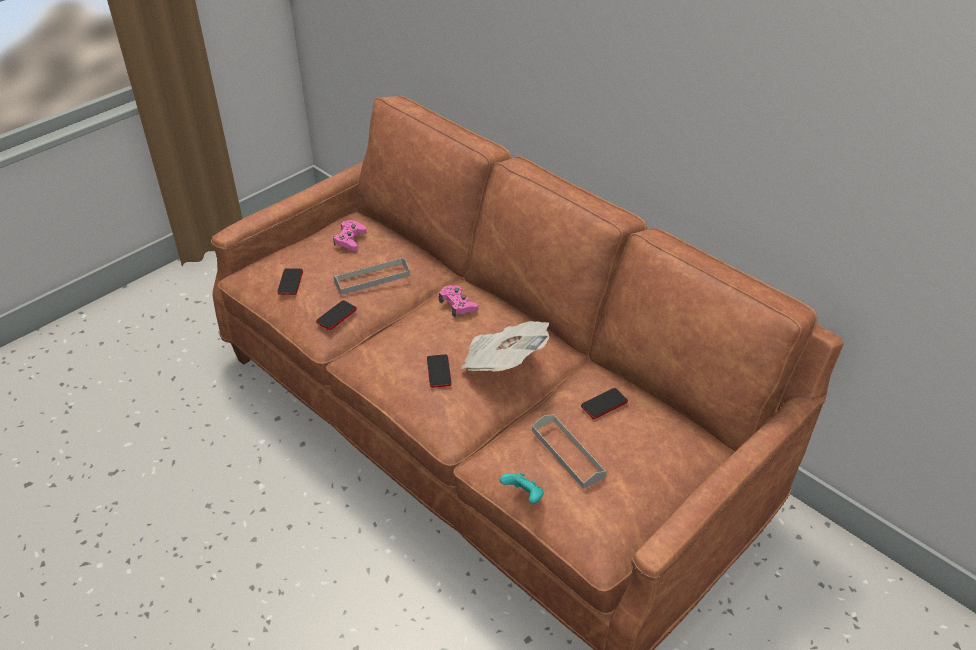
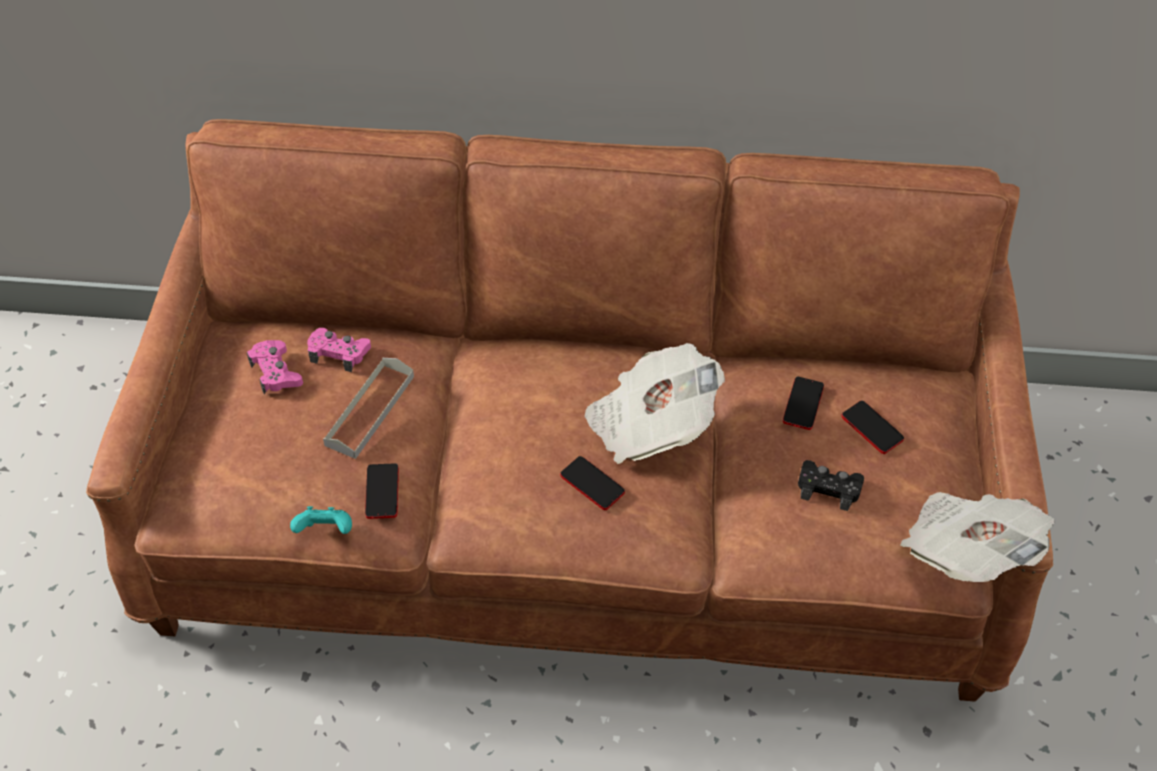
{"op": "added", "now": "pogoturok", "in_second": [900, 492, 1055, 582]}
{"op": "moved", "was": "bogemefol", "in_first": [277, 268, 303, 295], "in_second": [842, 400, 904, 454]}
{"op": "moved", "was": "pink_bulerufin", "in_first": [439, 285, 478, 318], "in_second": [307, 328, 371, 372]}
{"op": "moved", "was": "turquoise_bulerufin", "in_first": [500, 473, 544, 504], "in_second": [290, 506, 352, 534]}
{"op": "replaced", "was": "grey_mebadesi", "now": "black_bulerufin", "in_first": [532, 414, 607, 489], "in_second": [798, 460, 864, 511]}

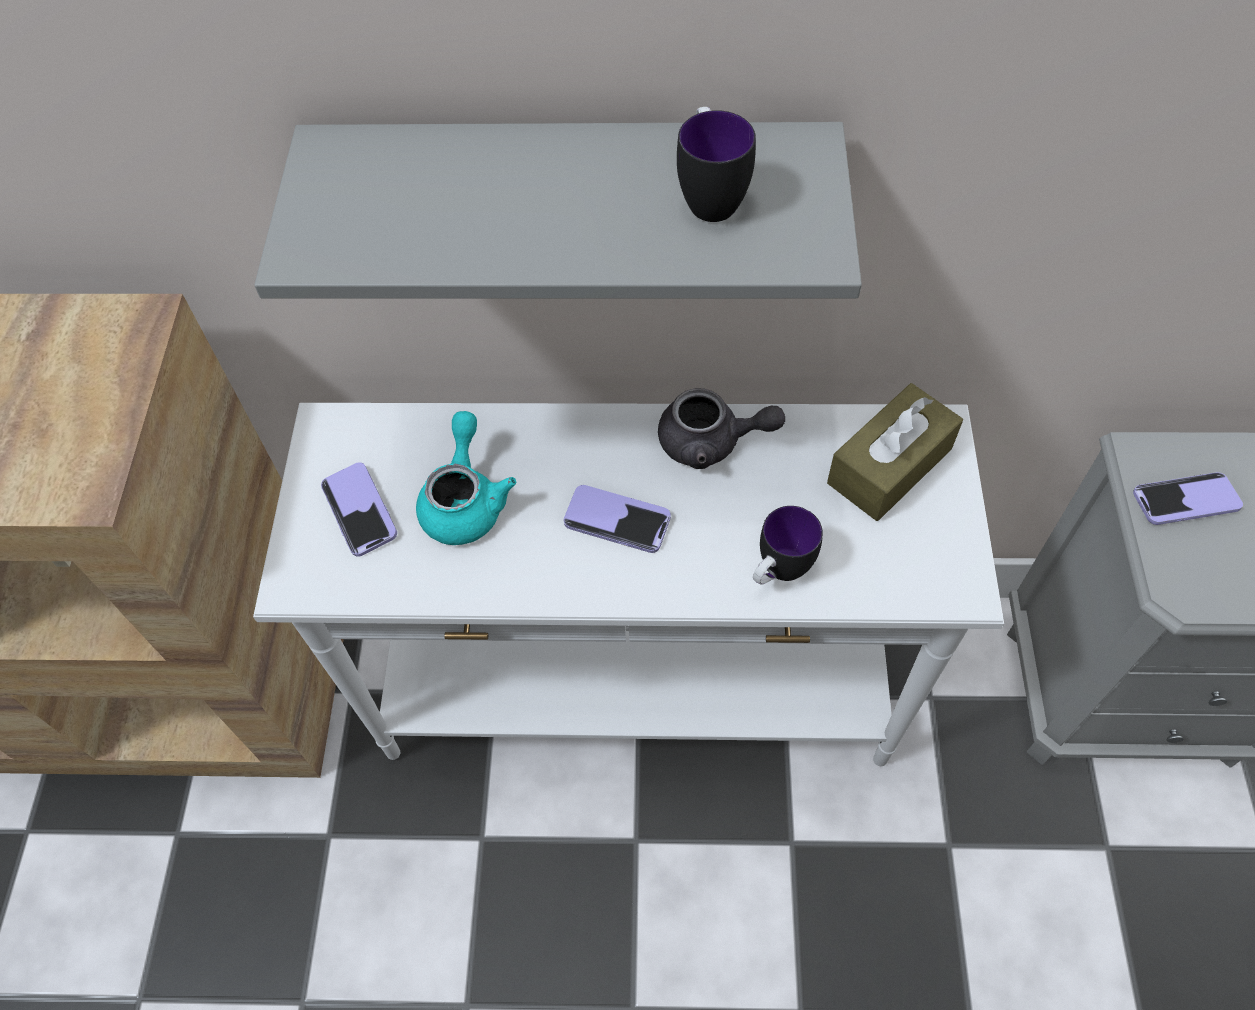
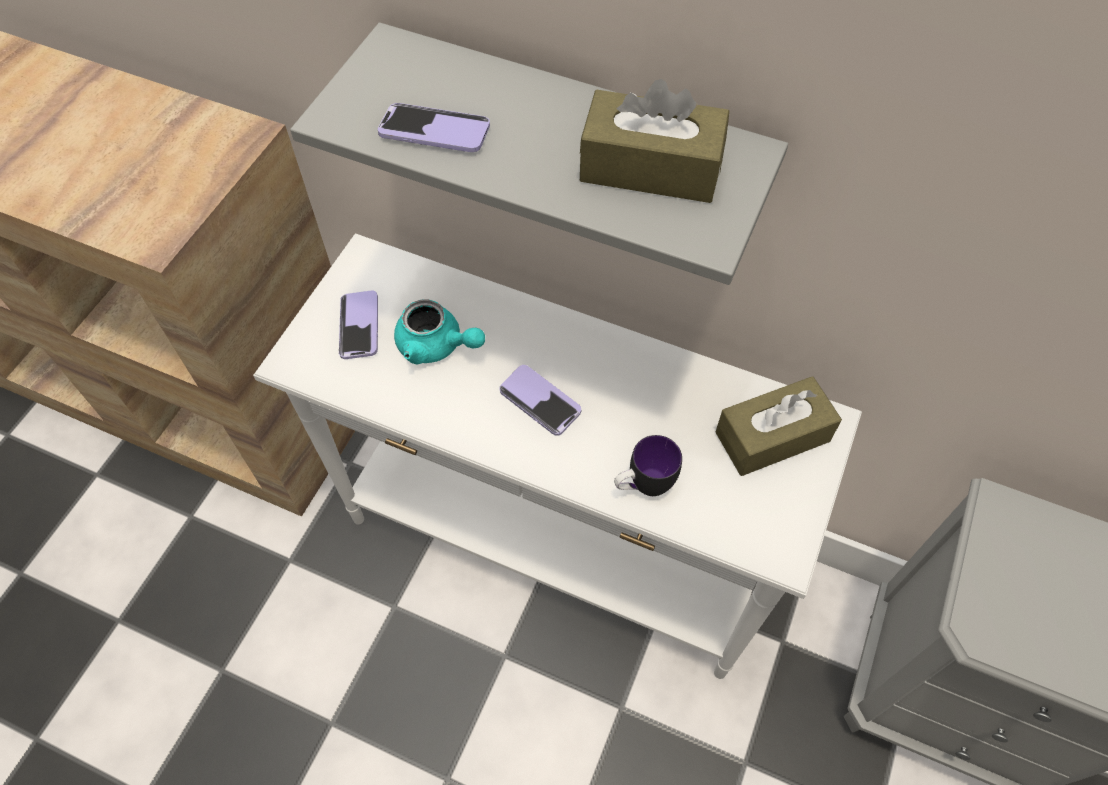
{"op": "removed", "was": "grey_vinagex", "in_first": [658, 388, 785, 469]}
{"op": "moved", "was": "bogemefol", "in_first": [1133, 472, 1243, 525], "in_second": [378, 103, 490, 152]}
{"op": "replaced", "was": "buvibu", "now": "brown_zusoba", "in_first": [677, 107, 756, 222], "in_second": [580, 79, 730, 203]}
{"op": "turned", "was": "turquoise_vinagex", "in_first": [416, 411, 516, 545], "in_second": [394, 300, 485, 365], "clockwise": 90}

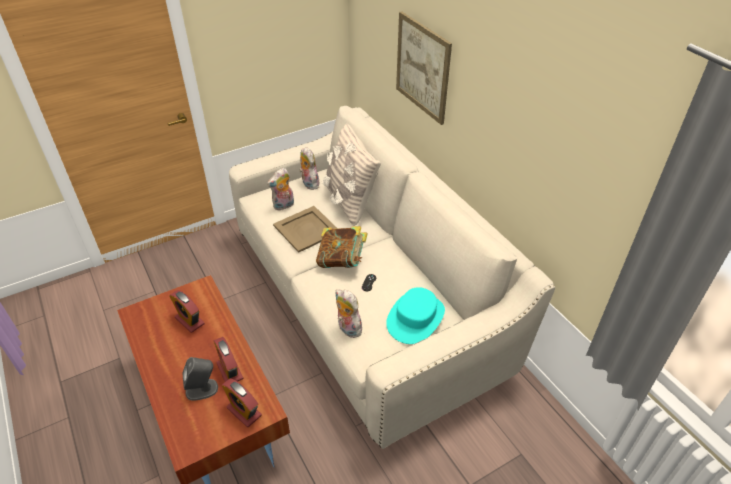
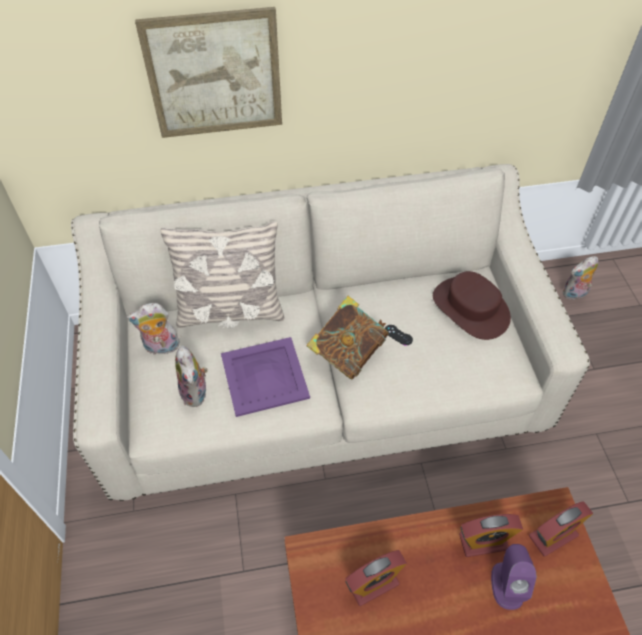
{"op": "moved", "was": "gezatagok", "in_first": [336, 289, 362, 338], "in_second": [563, 256, 598, 300]}
{"op": "recoloured", "was": "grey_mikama", "now": "purple_mikama", "in_first": [182, 357, 218, 401], "in_second": [491, 544, 537, 610]}
{"op": "recoloured", "was": "beige_mebadesi", "now": "purple_mebadesi", "in_first": [273, 206, 338, 253], "in_second": [221, 337, 310, 417]}
{"op": "recoloured", "was": "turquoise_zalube", "now": "brown_zalube", "in_first": [386, 287, 445, 344], "in_second": [433, 271, 511, 340]}

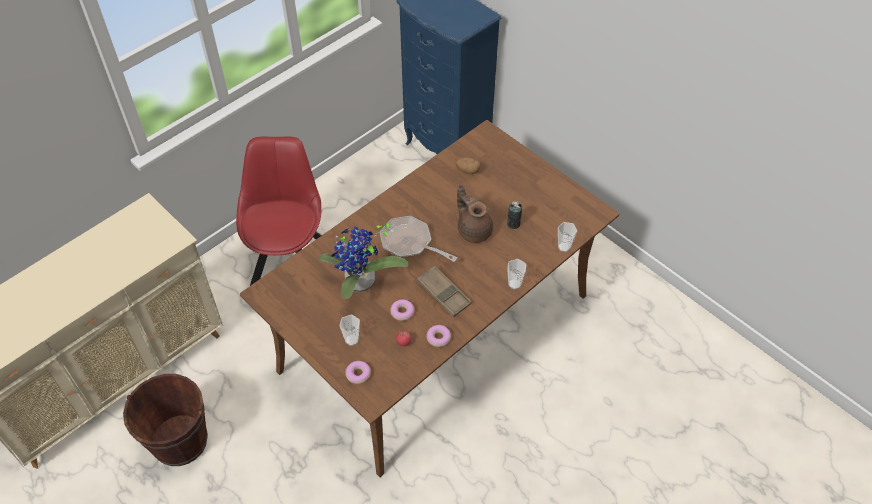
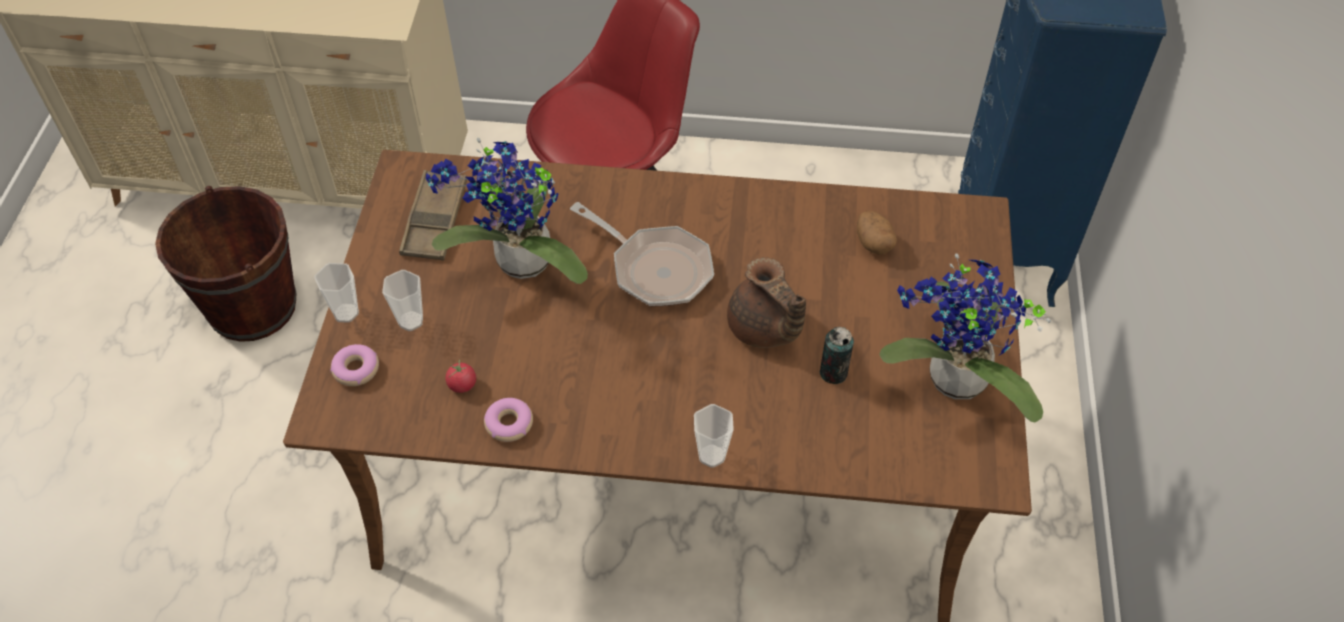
{"op": "removed", "was": "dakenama", "in_first": [390, 299, 414, 321]}
{"op": "added", "now": "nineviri", "in_second": [879, 254, 1051, 423]}
{"op": "moved", "was": "brown_mebadesi", "in_first": [417, 266, 472, 317], "in_second": [399, 170, 467, 260]}
{"op": "moved", "was": "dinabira", "in_first": [558, 222, 577, 252], "in_second": [314, 263, 359, 323]}
{"op": "turned", "was": "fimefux", "in_first": [380, 216, 458, 262], "in_second": [570, 202, 714, 307], "clockwise": 135}
{"op": "turned", "was": "brown_vinagex", "in_first": [457, 185, 493, 243], "in_second": [727, 257, 806, 348], "clockwise": 135}

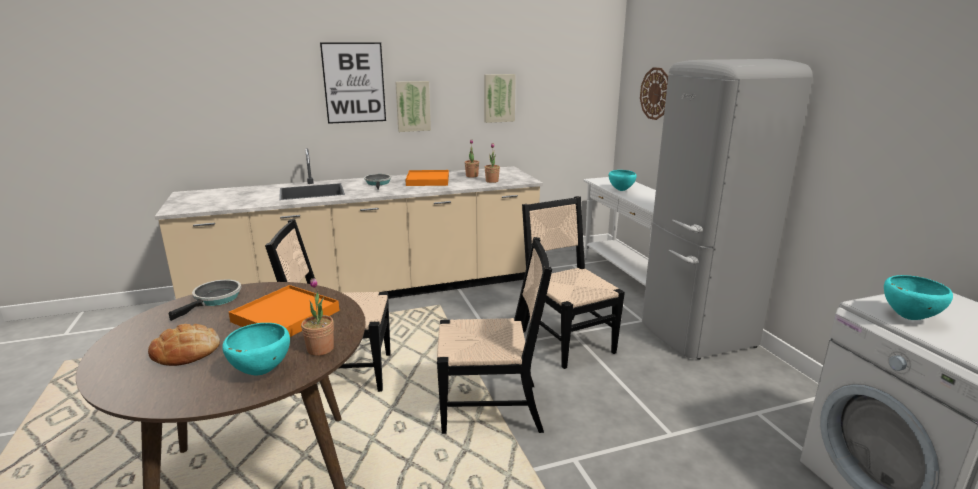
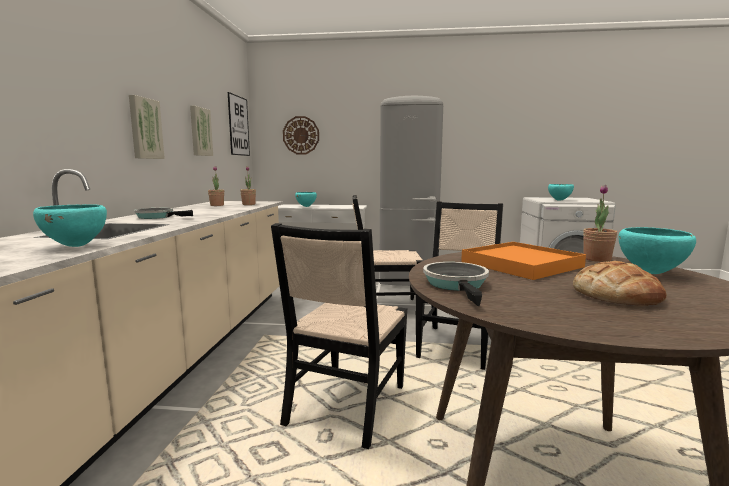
{"op": "removed", "was": "orange_mebadesi", "in_first": [406, 170, 449, 186]}
{"op": "added", "now": "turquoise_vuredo", "in_second": [33, 204, 107, 247]}
{"op": "moved", "was": "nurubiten", "in_first": [320, 42, 386, 124], "in_second": [228, 92, 250, 156]}
{"op": "turned", "was": "fimefux", "in_first": [169, 280, 241, 321], "in_second": [423, 262, 489, 306], "clockwise": 45}

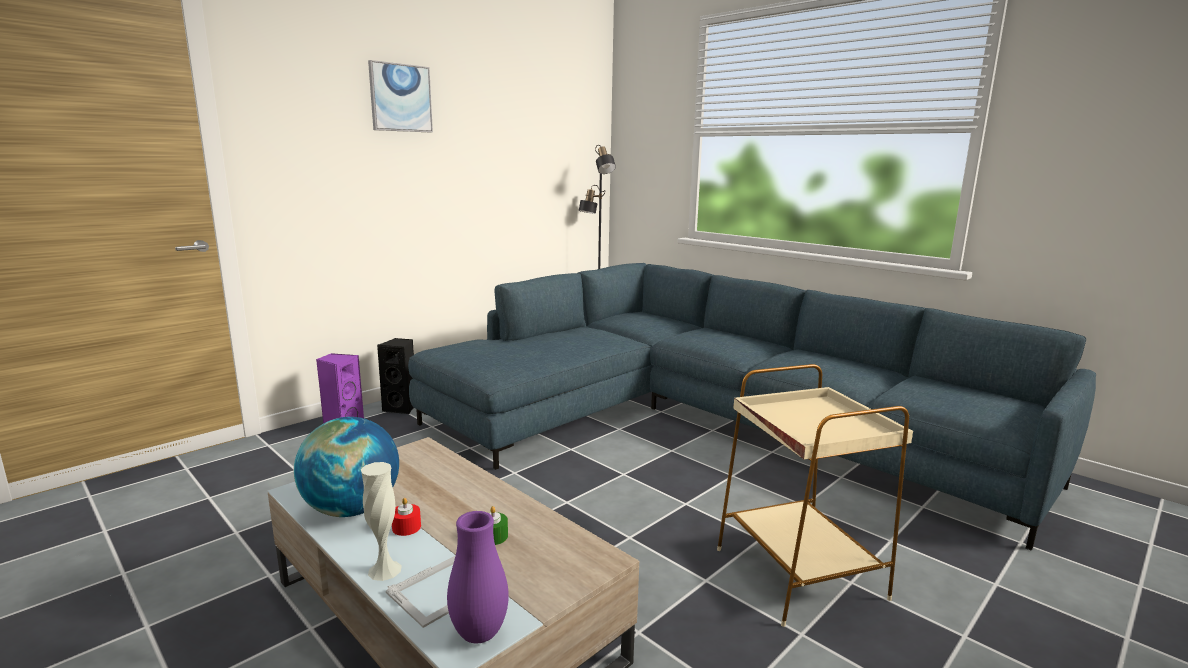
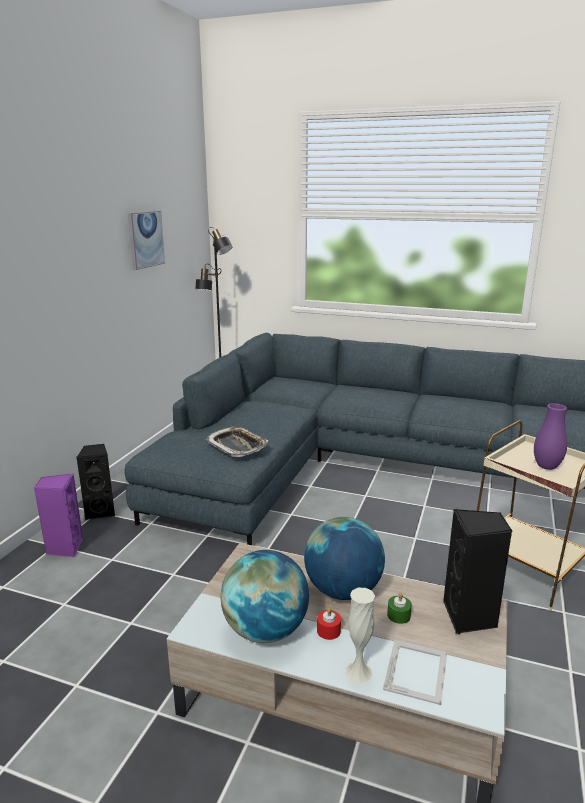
{"op": "added", "now": "mebadesi", "in_second": [206, 427, 269, 457]}
{"op": "added", "now": "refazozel", "in_second": [304, 517, 385, 600]}
{"op": "added", "now": "black_mikama", "in_second": [443, 509, 513, 634]}
{"op": "moved", "was": "nurubiten", "in_first": [368, 60, 433, 133], "in_second": [128, 211, 165, 270]}
{"op": "moved", "was": "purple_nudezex", "in_first": [447, 511, 509, 643], "in_second": [534, 403, 567, 470]}

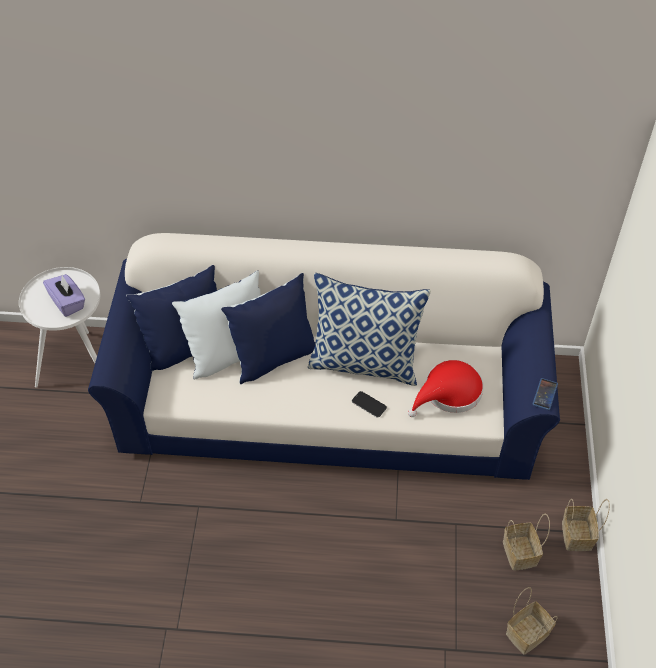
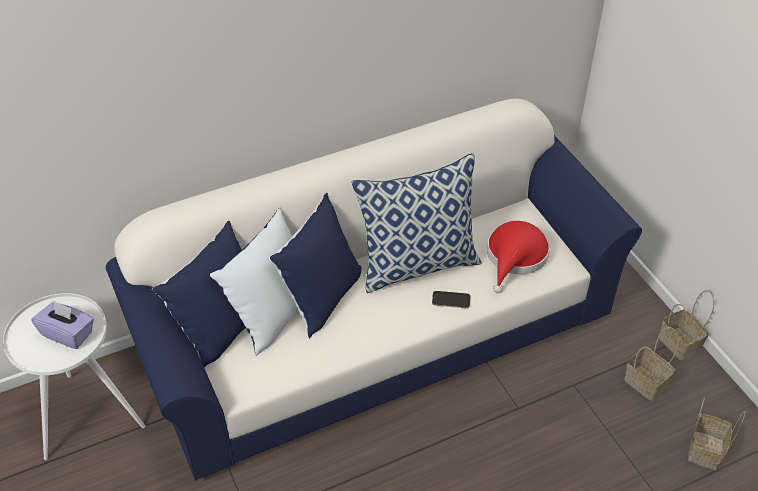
{"op": "removed", "was": "bogemefol", "in_first": [532, 378, 558, 410]}

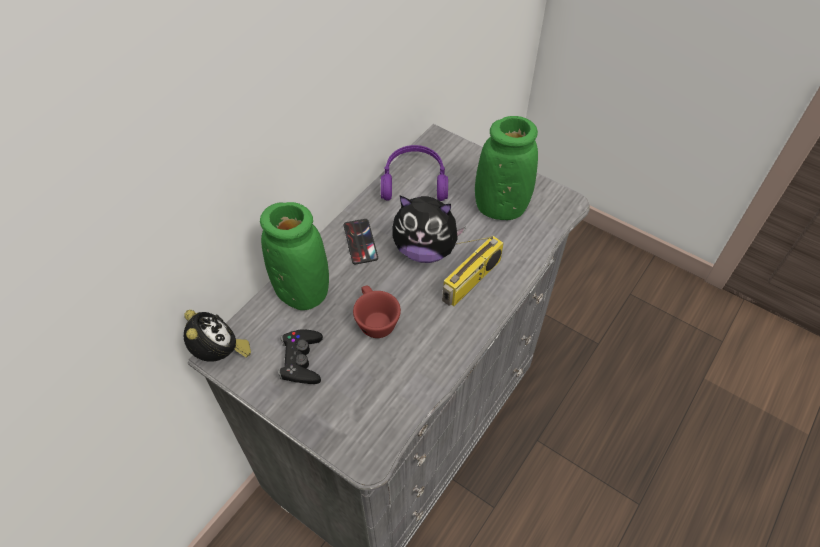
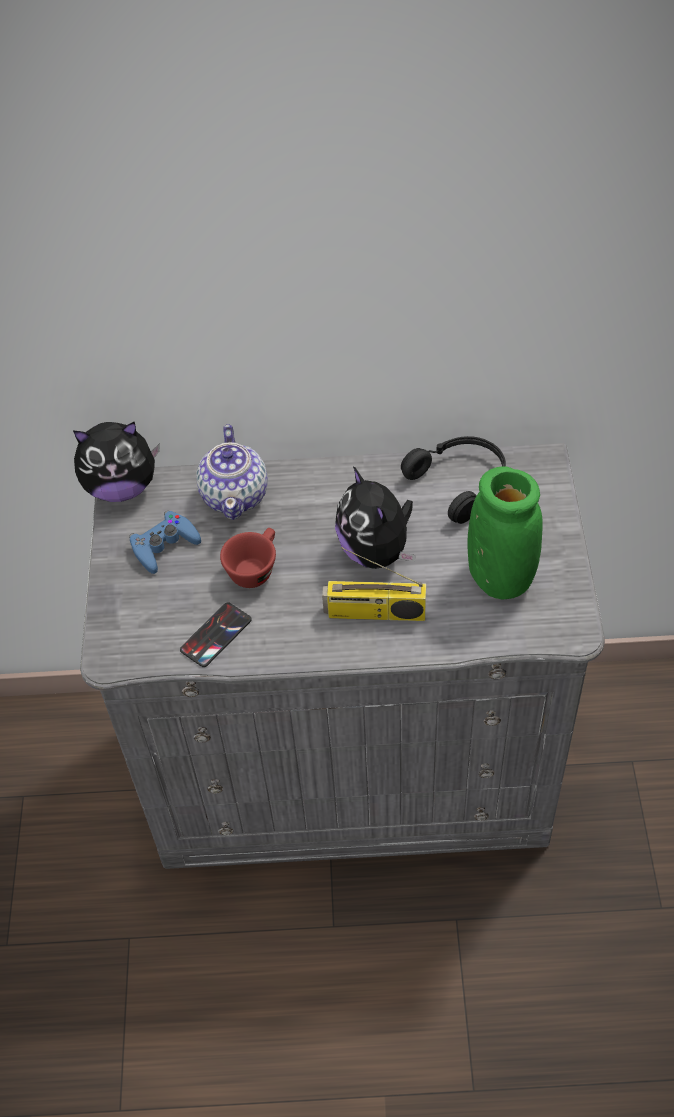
{"op": "moved", "was": "bogemefol", "in_first": [344, 219, 378, 265], "in_second": [180, 602, 252, 667]}
{"op": "replaced", "was": "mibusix", "now": "gezatagok", "in_first": [184, 310, 251, 362], "in_second": [73, 422, 160, 502]}
{"op": "replaced", "was": "green_nudezex", "now": "vinagex", "in_first": [260, 202, 329, 310], "in_second": [196, 424, 268, 520]}
{"op": "recoloured", "was": "black_bulerufin", "now": "blue_bulerufin", "in_first": [278, 329, 323, 384], "in_second": [129, 510, 201, 574]}
{"op": "recoloured", "was": "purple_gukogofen", "now": "black_gukogofen", "in_first": [381, 145, 448, 201], "in_second": [401, 436, 506, 524]}

